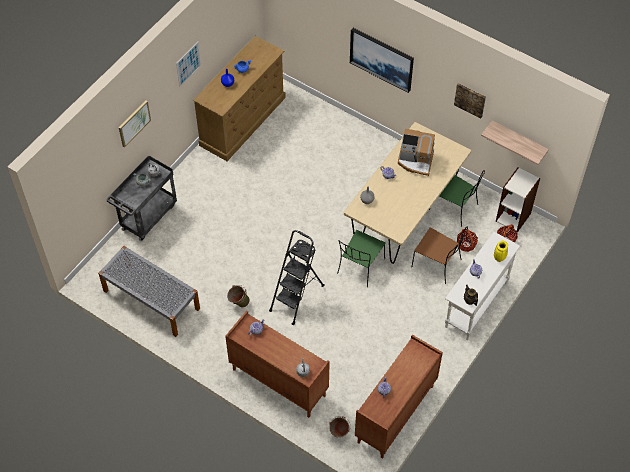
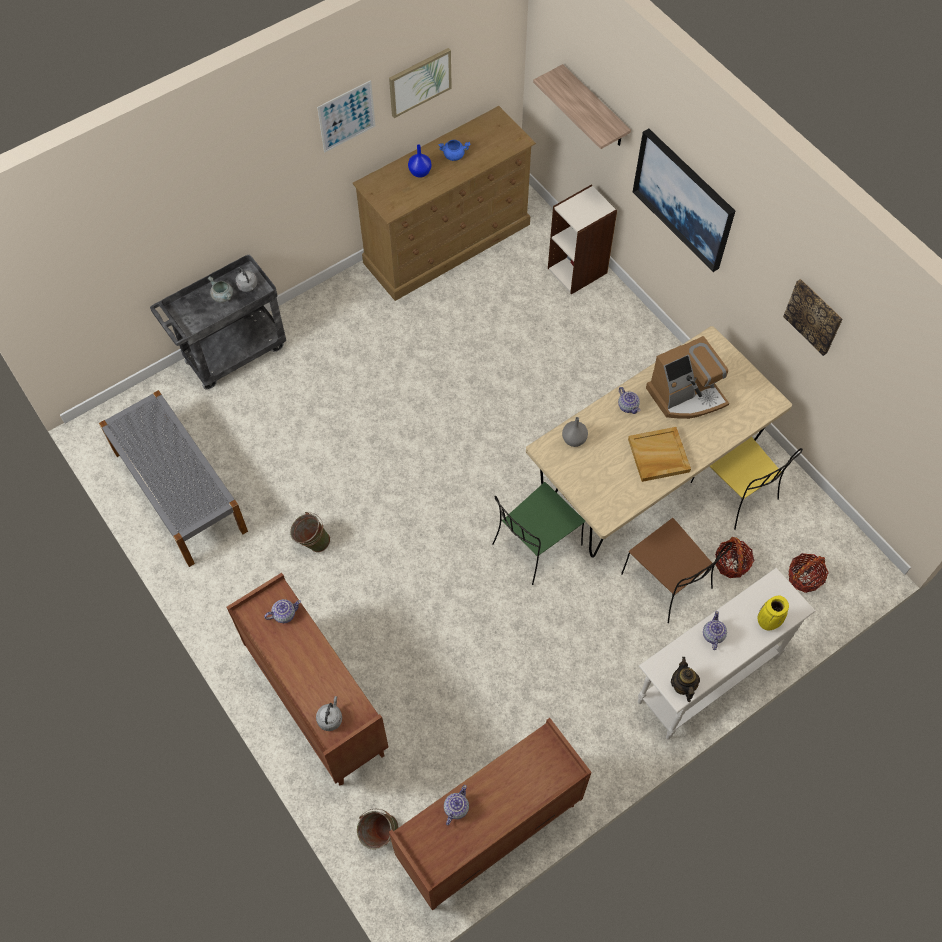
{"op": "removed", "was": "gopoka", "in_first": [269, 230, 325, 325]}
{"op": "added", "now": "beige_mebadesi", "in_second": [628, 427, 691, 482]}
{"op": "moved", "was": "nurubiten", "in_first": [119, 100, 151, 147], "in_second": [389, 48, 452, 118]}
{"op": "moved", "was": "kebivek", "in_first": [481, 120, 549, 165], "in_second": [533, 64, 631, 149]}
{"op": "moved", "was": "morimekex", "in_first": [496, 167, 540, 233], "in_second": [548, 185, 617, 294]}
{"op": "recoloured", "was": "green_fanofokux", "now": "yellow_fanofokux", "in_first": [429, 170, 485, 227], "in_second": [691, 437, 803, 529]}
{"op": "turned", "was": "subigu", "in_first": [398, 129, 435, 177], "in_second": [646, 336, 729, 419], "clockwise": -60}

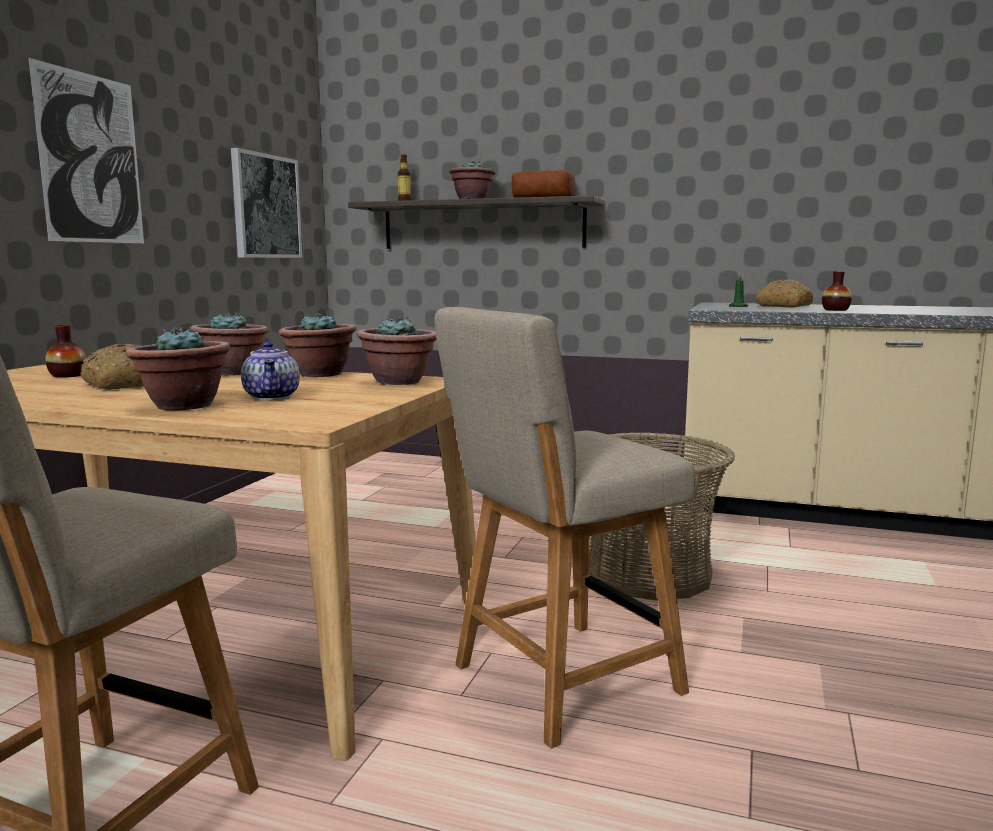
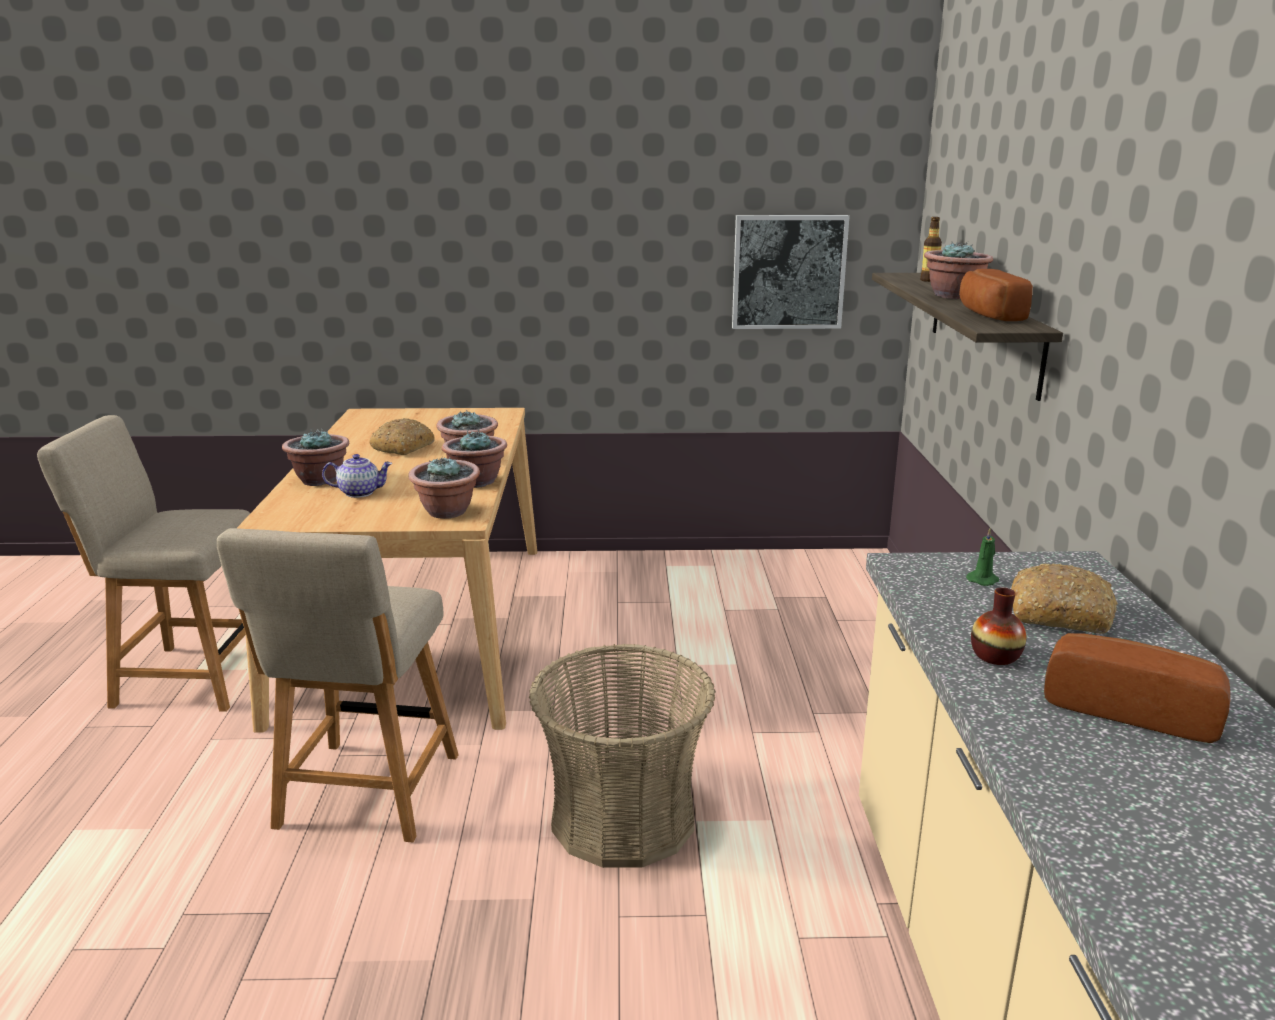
{"op": "removed", "was": "nurubiten", "in_first": [29, 58, 144, 243]}
{"op": "removed", "was": "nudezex", "in_first": [45, 325, 86, 378]}
{"op": "added", "now": "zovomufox", "in_second": [1044, 633, 1230, 743]}
{"op": "turned", "was": "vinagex", "in_first": [241, 341, 300, 400], "in_second": [322, 454, 392, 498], "clockwise": -150}
{"op": "turned", "was": "beige_fanofokux", "in_first": [434, 307, 695, 749], "in_second": [217, 528, 459, 843], "clockwise": -120}

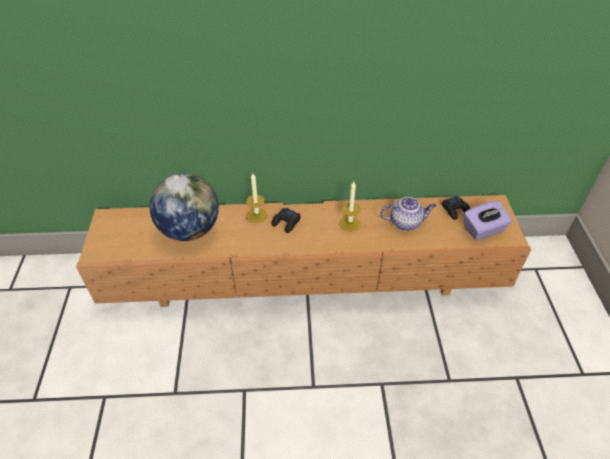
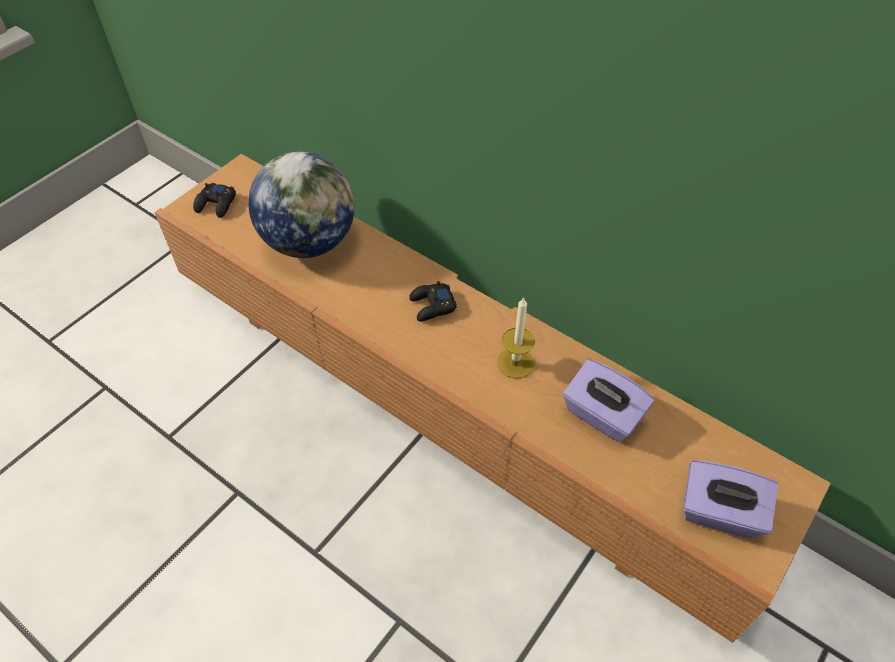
{"op": "removed", "was": "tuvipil", "in_first": [246, 173, 267, 223]}
{"op": "moved", "was": "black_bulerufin", "in_first": [442, 196, 470, 220], "in_second": [193, 183, 236, 218]}
{"op": "replaced", "was": "vinagex", "now": "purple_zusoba", "in_first": [380, 197, 436, 231], "in_second": [563, 359, 654, 442]}

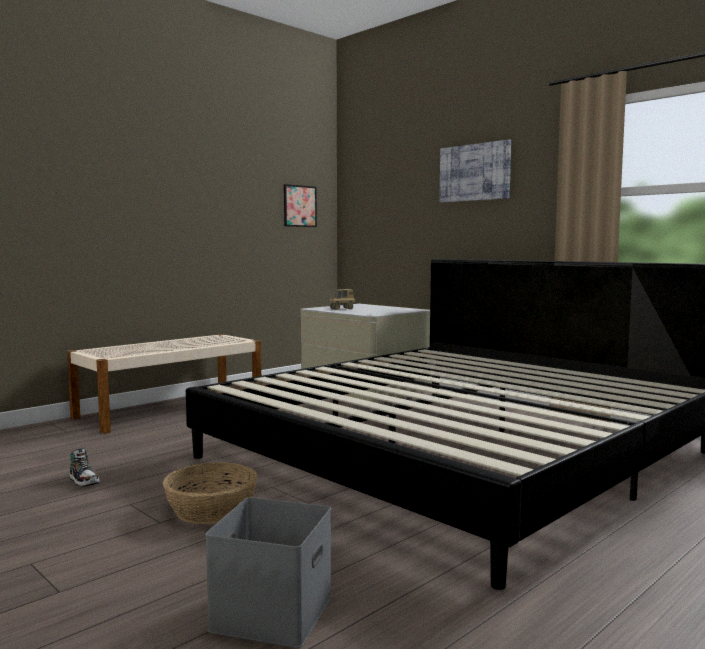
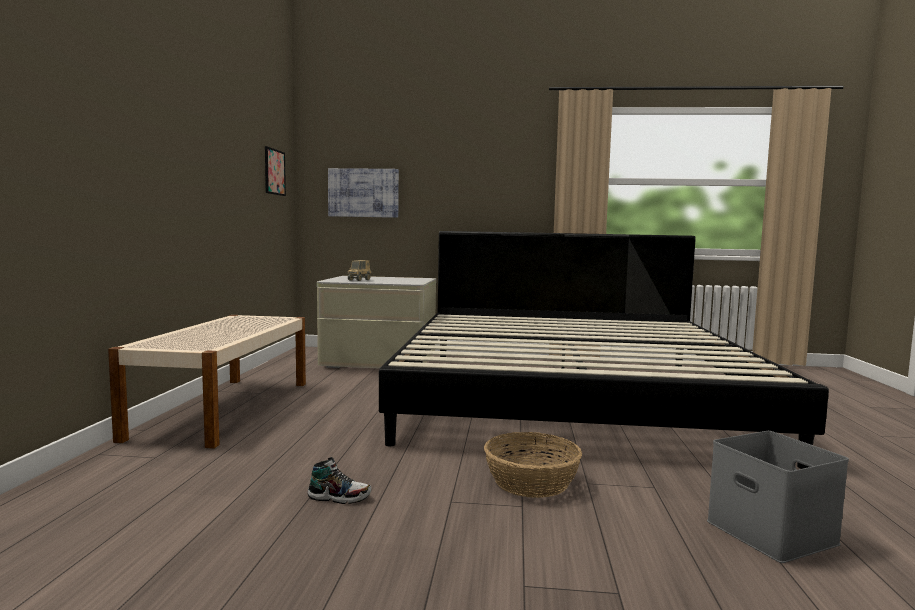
{"op": "moved", "was": "nurubiten", "in_first": [440, 140, 511, 202], "in_second": [328, 168, 399, 218]}

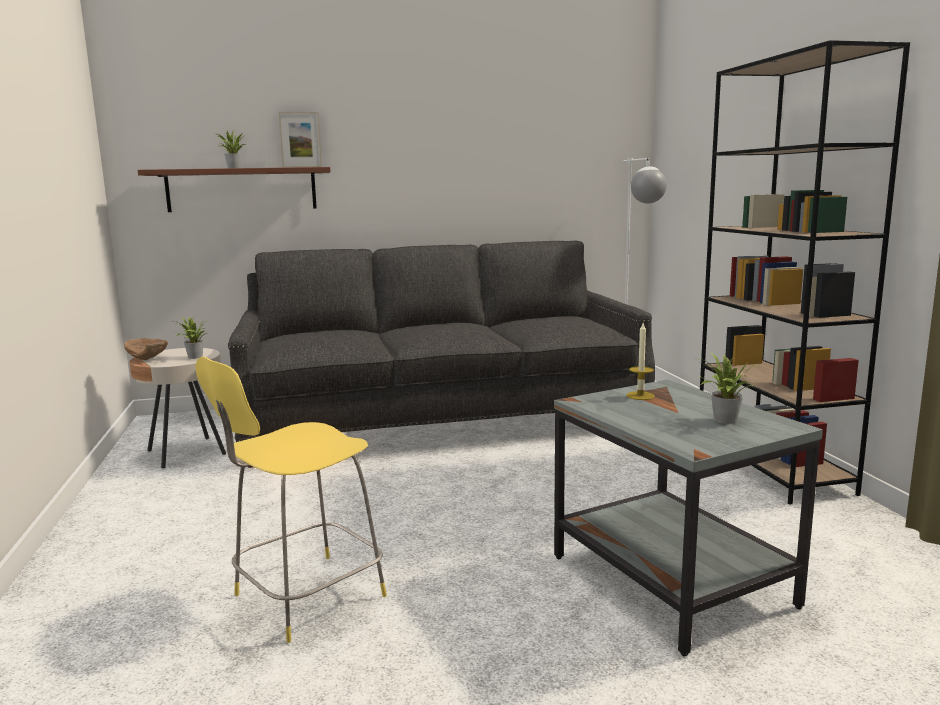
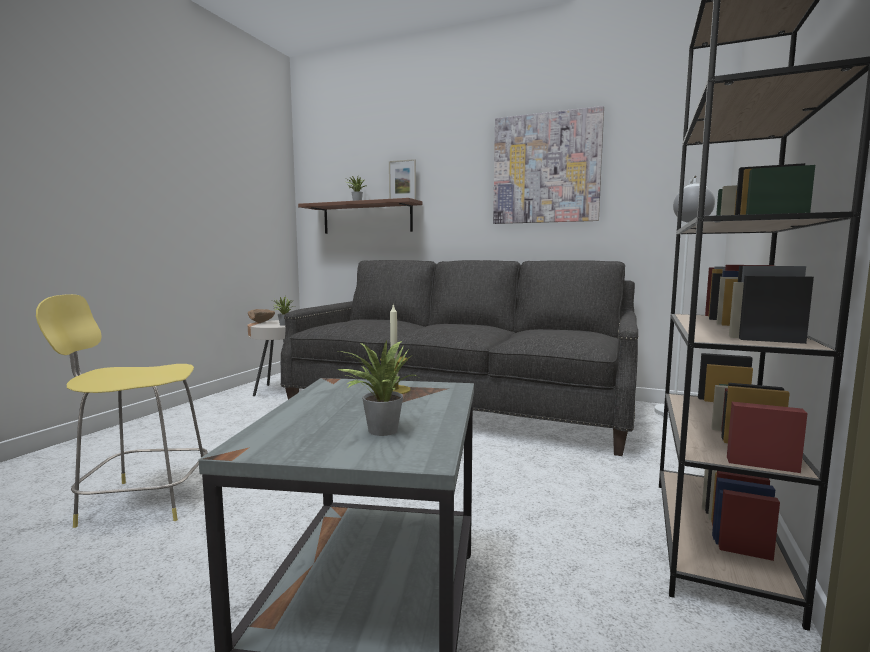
{"op": "added", "now": "nurubiten", "in_second": [493, 106, 604, 224]}

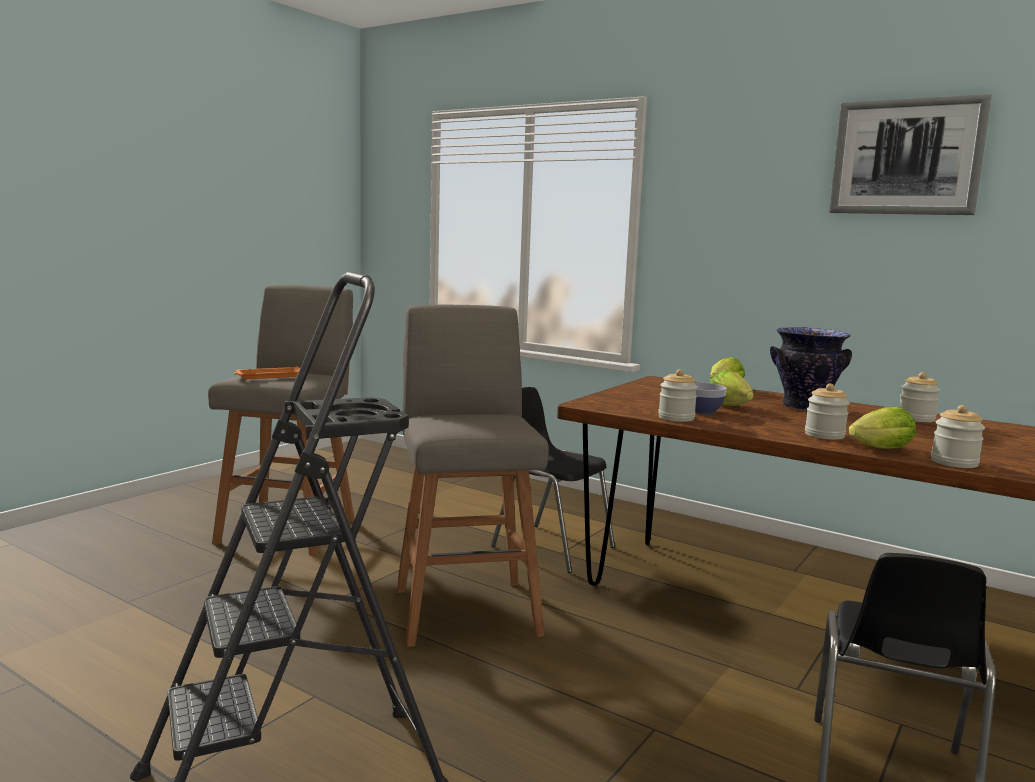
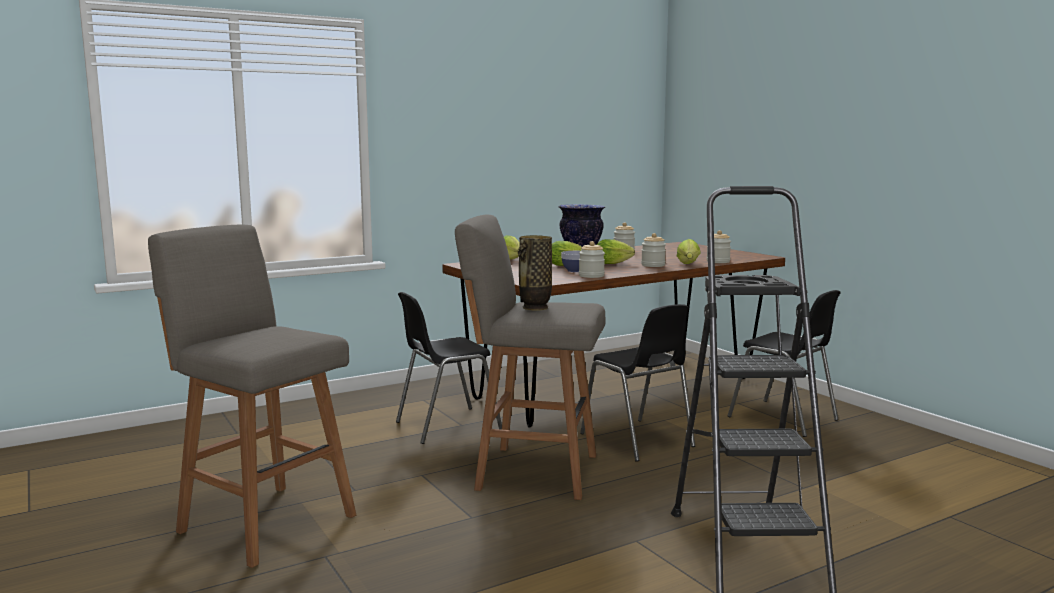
{"op": "removed", "was": "orange_mebadesi", "in_first": [234, 366, 300, 380]}
{"op": "removed", "was": "nurubiten", "in_first": [829, 94, 992, 215]}
{"op": "added", "now": "nudezex", "in_second": [518, 235, 552, 311]}
{"op": "added", "now": "black_fanofokux", "in_second": [580, 304, 695, 462]}
{"op": "added", "now": "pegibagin", "in_second": [596, 239, 635, 264]}

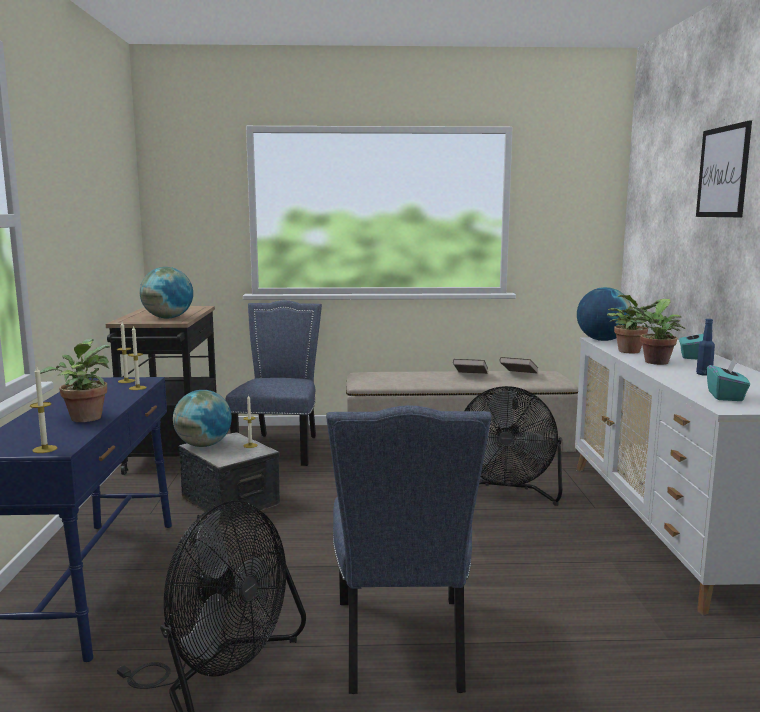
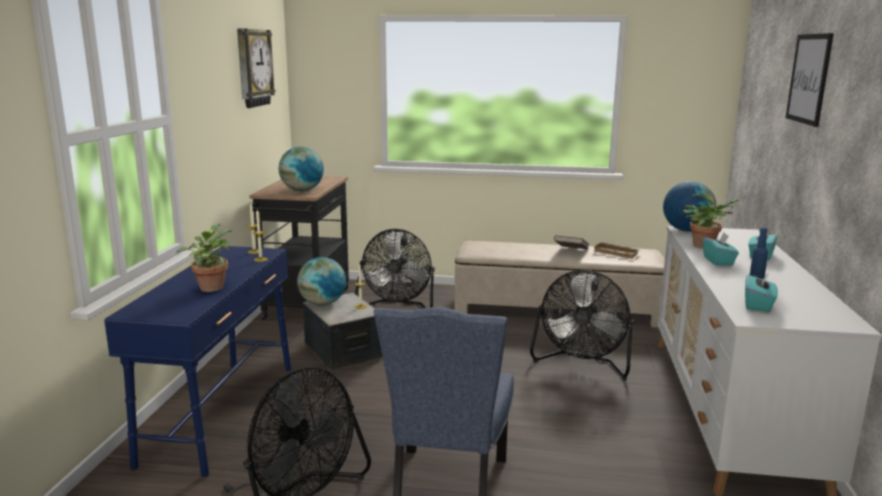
{"op": "removed", "was": "tuvipil", "in_first": [30, 367, 57, 453]}
{"op": "added", "now": "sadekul", "in_second": [237, 28, 275, 108]}
{"op": "replaced", "was": "blue_fanofokux", "now": "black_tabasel", "in_first": [225, 300, 322, 466], "in_second": [355, 229, 435, 308]}
{"op": "replaced", "was": "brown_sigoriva", "now": "beige_mebadesi", "in_first": [500, 357, 538, 374], "in_second": [593, 242, 640, 259]}
{"op": "replaced", "was": "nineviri", "now": "turquoise_zusoba", "in_first": [629, 299, 686, 365], "in_second": [703, 232, 739, 266]}

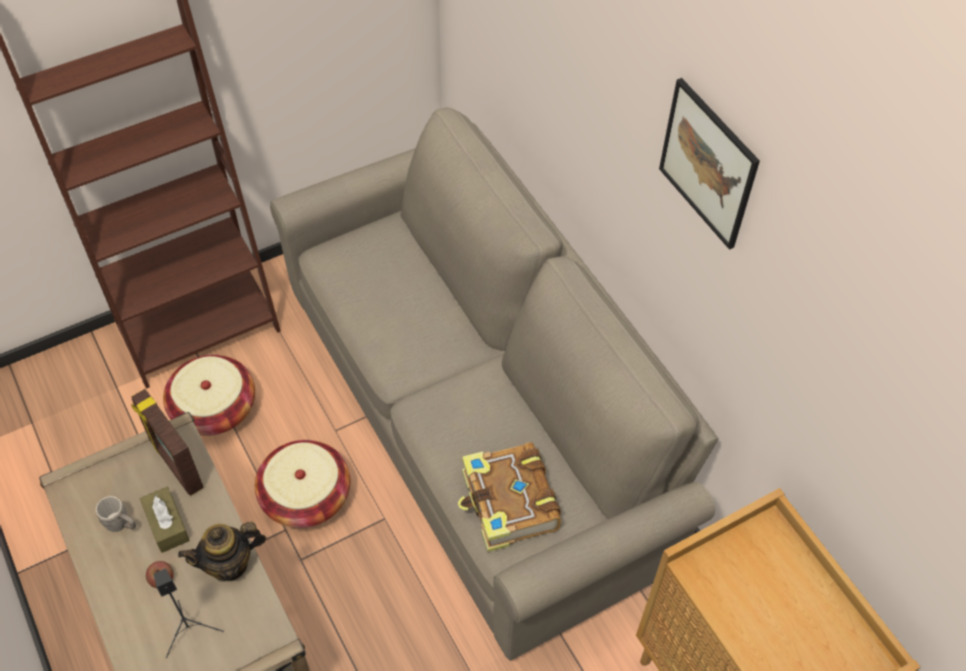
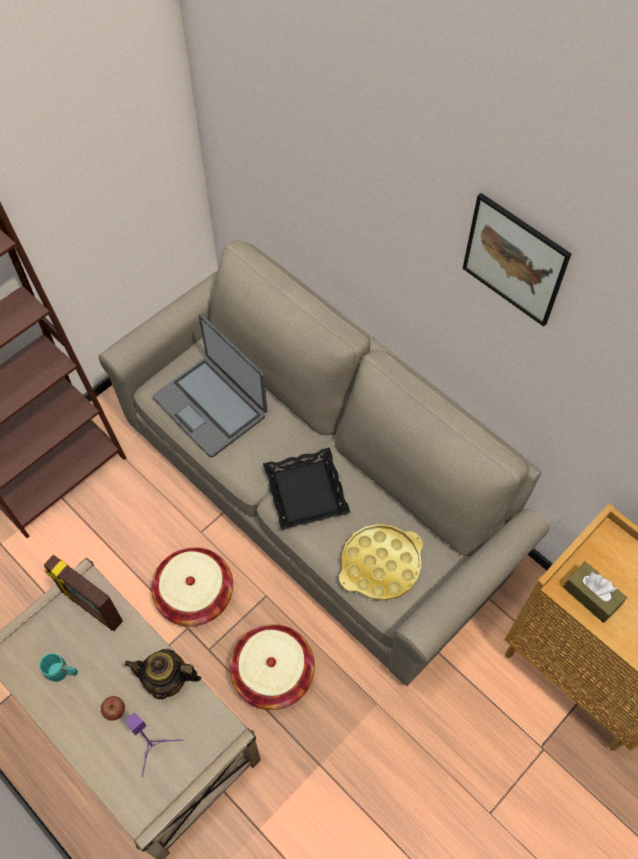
{"op": "added", "now": "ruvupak", "in_second": [153, 314, 267, 458]}
{"op": "added", "now": "black_mebadesi", "in_second": [263, 448, 350, 530]}
{"op": "moved", "was": "brown_zusoba", "in_first": [140, 487, 190, 553], "in_second": [563, 562, 627, 623]}
{"op": "moved", "was": "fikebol", "in_first": [163, 355, 255, 436], "in_second": [229, 624, 315, 710]}
{"op": "replaced", "was": "sigoriva", "now": "yellow_mebadesi", "in_first": [458, 442, 561, 552], "in_second": [339, 524, 423, 601]}
{"op": "recoloured", "was": "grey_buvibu", "now": "turquoise_buvibu", "in_first": [96, 496, 136, 532], "in_second": [39, 653, 78, 682]}
{"op": "recoloured", "was": "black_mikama", "now": "purple_mikama", "in_first": [154, 569, 224, 658], "in_second": [125, 712, 183, 778]}
{"op": "turned", "was": "vinagex", "in_first": [178, 522, 266, 581], "in_second": [125, 649, 201, 700], "clockwise": 45}

